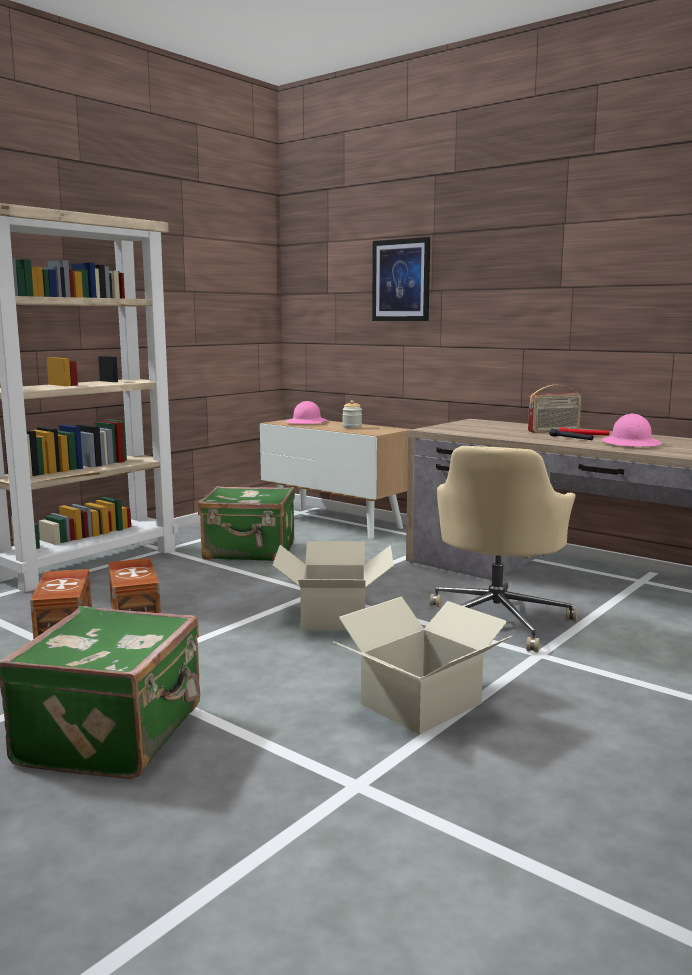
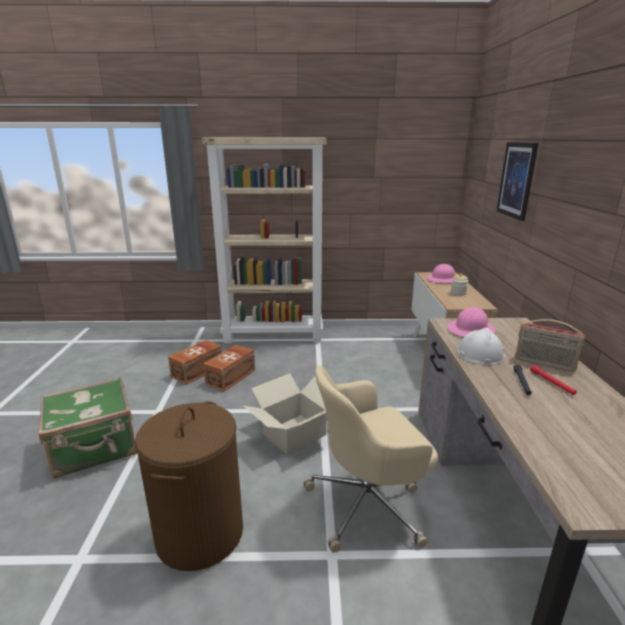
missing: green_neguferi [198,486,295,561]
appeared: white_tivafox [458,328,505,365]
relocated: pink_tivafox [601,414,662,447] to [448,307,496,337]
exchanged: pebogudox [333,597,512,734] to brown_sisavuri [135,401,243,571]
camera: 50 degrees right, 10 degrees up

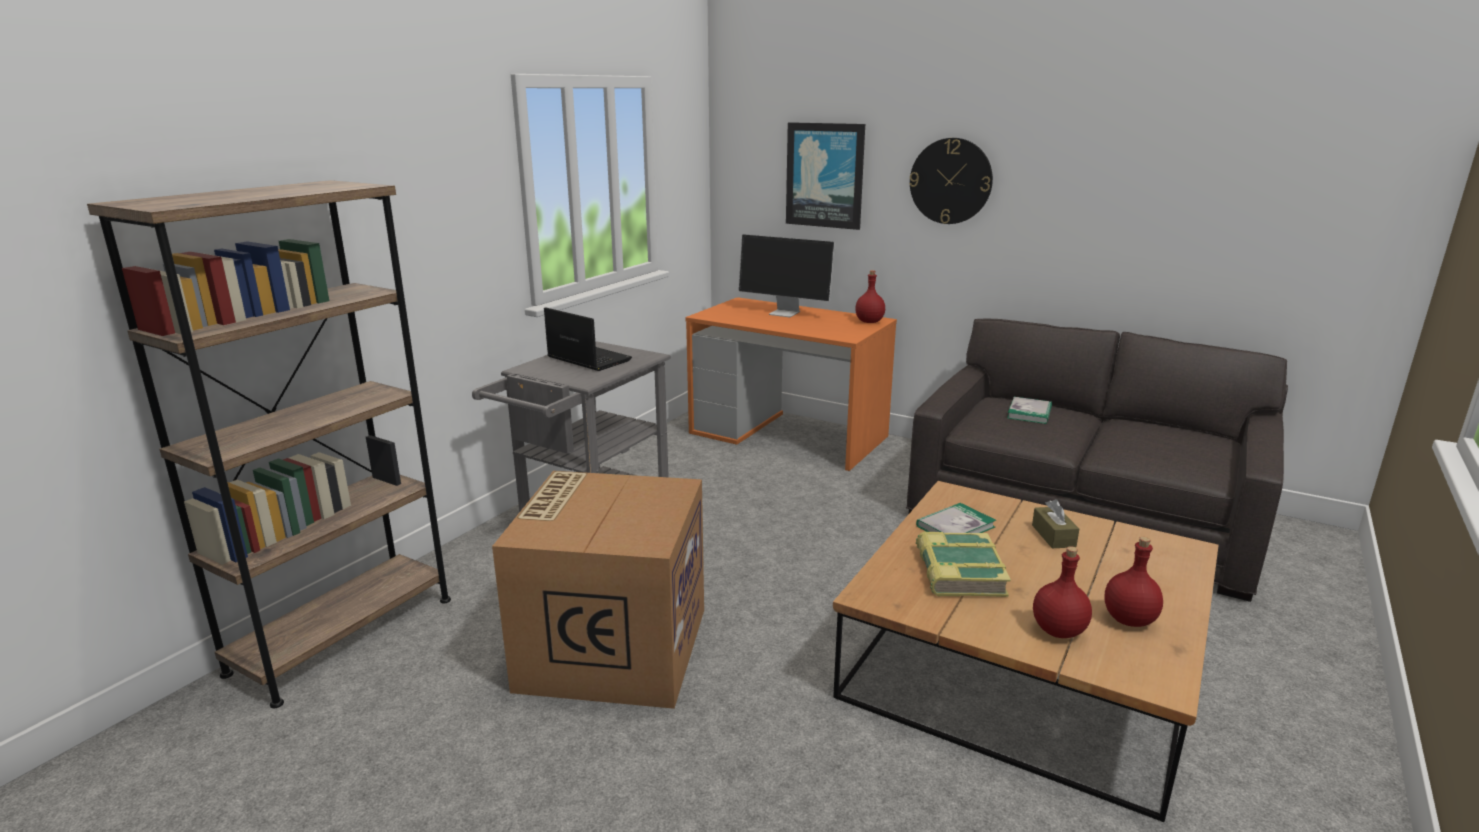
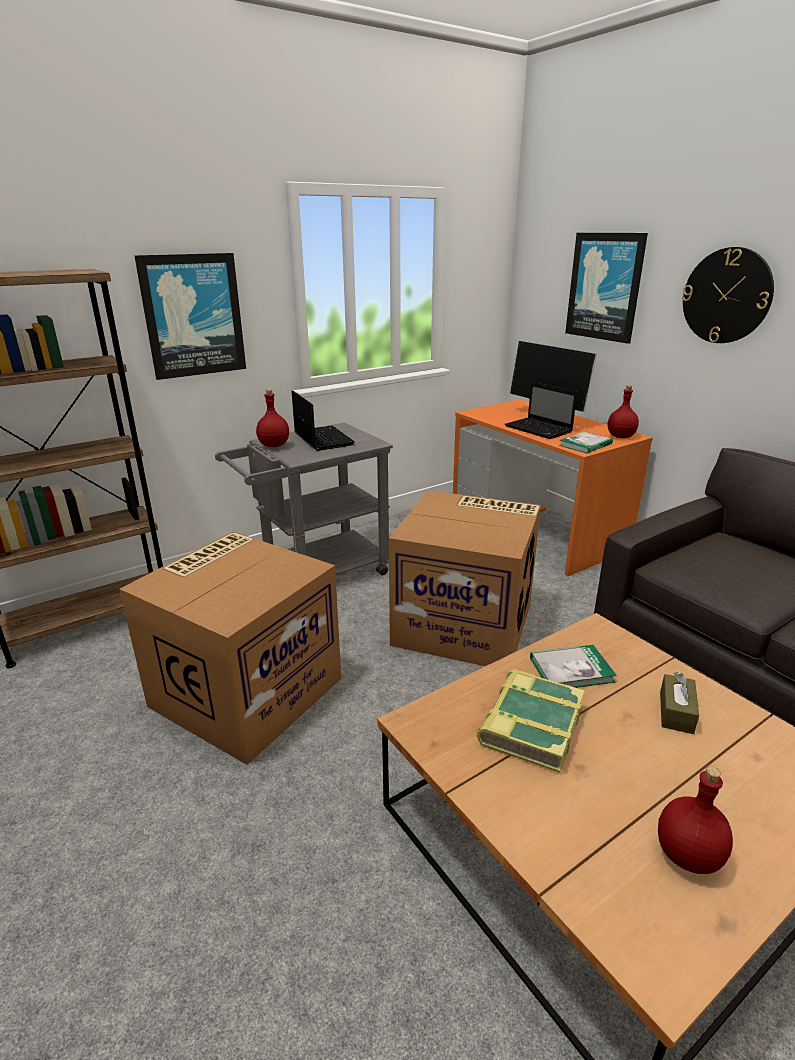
appeared: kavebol [134,253,246,380]; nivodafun [504,381,577,439]; pebogudox [389,490,541,666]
relocated: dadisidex [1007,397,1052,424] to [559,431,613,454]; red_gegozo [1033,546,1092,638] to [256,389,289,447]
camera: 25 degrees right, 5 degrees up

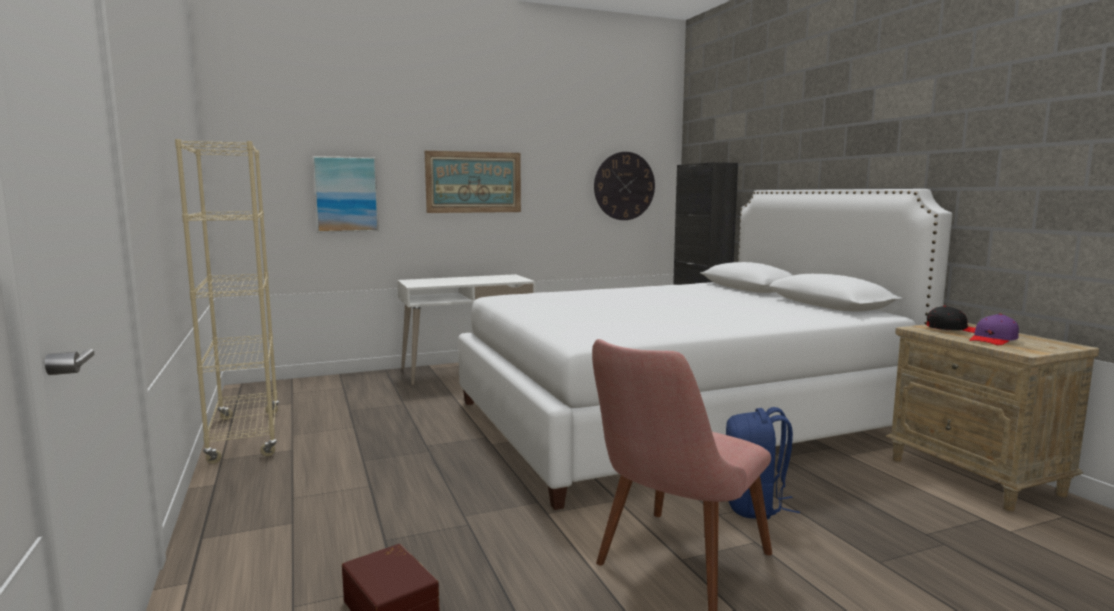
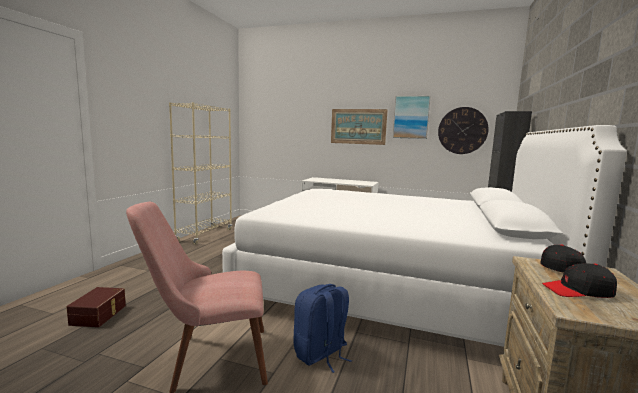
relocated: kavebol [312,156,379,232] to [393,96,430,139]
colour: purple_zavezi [969,314,1019,345] to black_zavezi [542,264,617,298]
camera: 40 degrees right, 0 degrees up

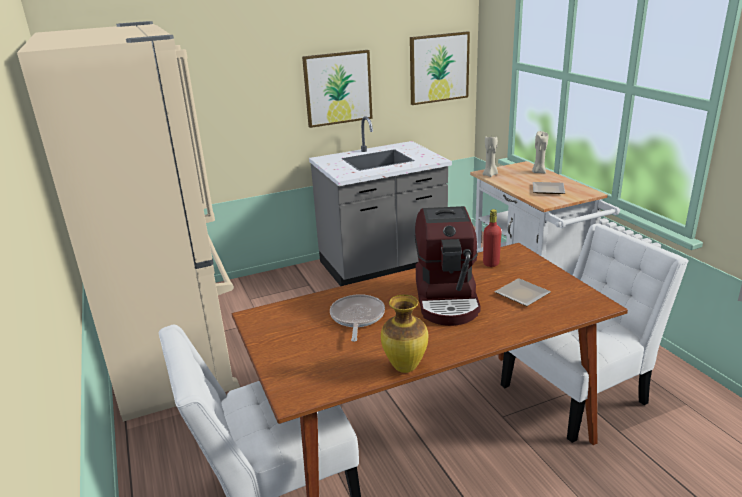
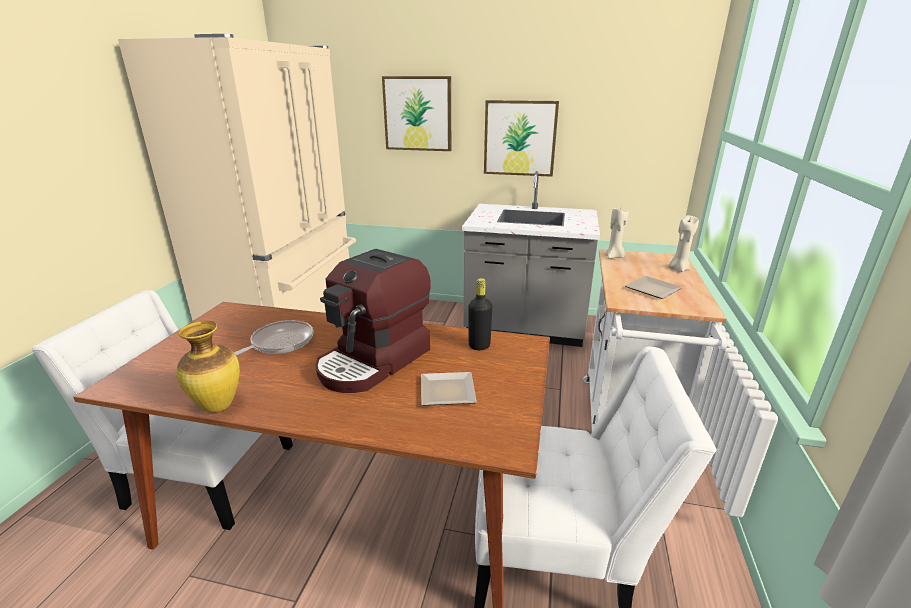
relocated: kavebol [410,31,470,105] to [382,76,451,151]
colour: red_gegozo [483,209,502,267] to black_gegozo [468,278,492,350]
camera: 35 degrees right, 0 degrees up

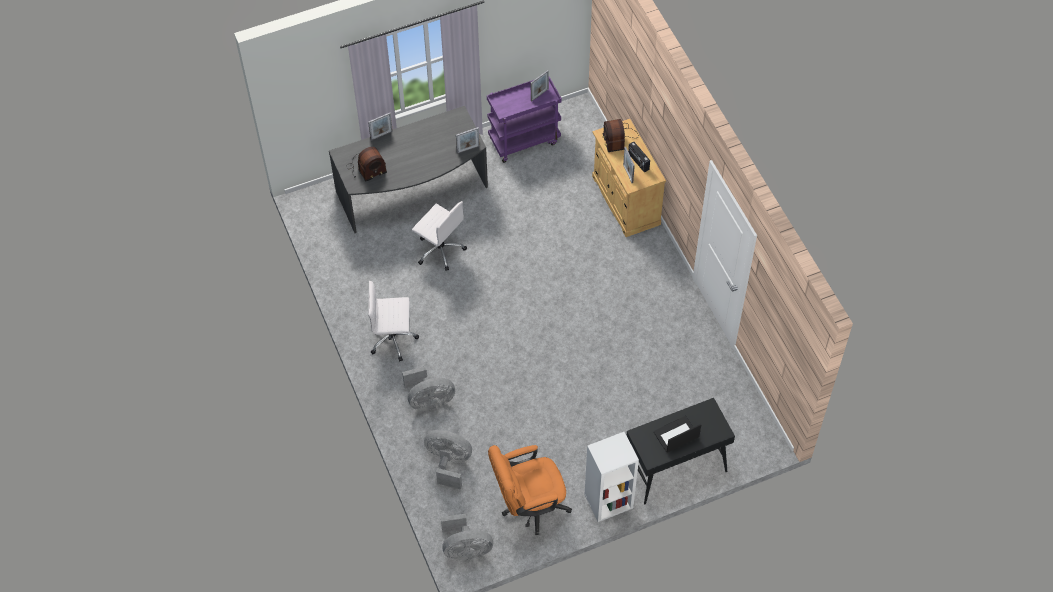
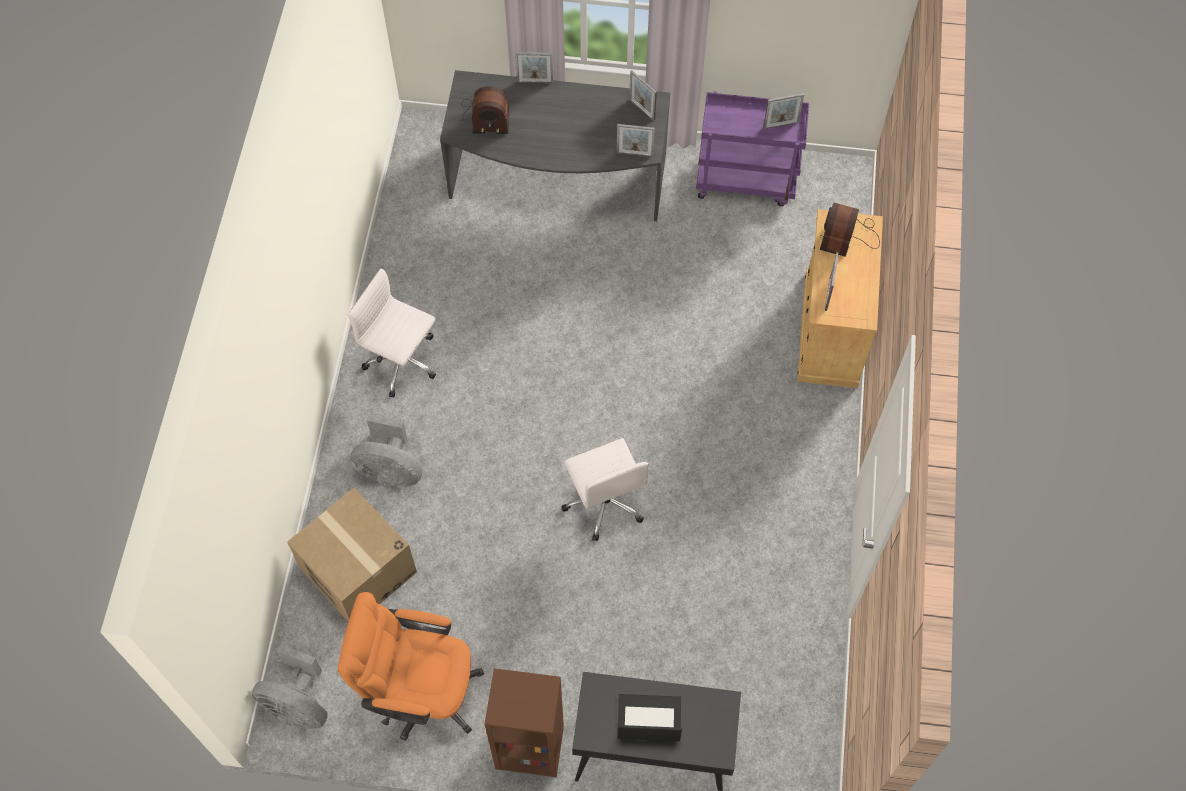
missing: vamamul [628,141,650,172]
appeared: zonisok [629,70,657,121]
relocated: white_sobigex [412,201,467,271] to [561,438,649,541]
exchanged: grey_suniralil [424,430,472,490] to pebogudox [287,488,417,622]
colour: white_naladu [585,432,639,522] to brown_naladu [485,668,564,777]
camera: 30 degrees right, 5 degrees up

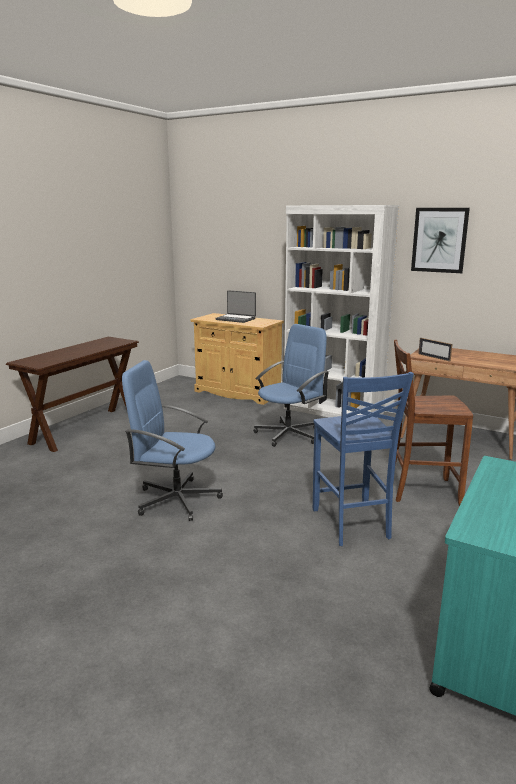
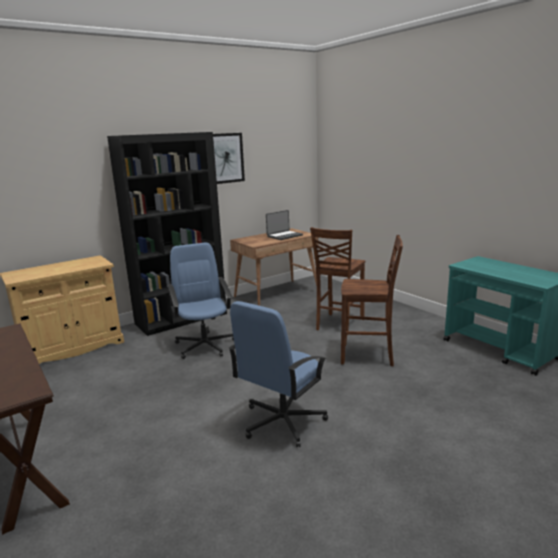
missing: zonisok [418,338,452,361]
relocated: nivodafun [215,290,256,323] to [266,210,303,240]
colour: white_naladu [284,205,399,417] to black_naladu [107,132,227,336]; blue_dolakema [313,372,414,546] to brown_dolakema [341,235,403,366]
camera: 65 degrees left, 0 degrees up

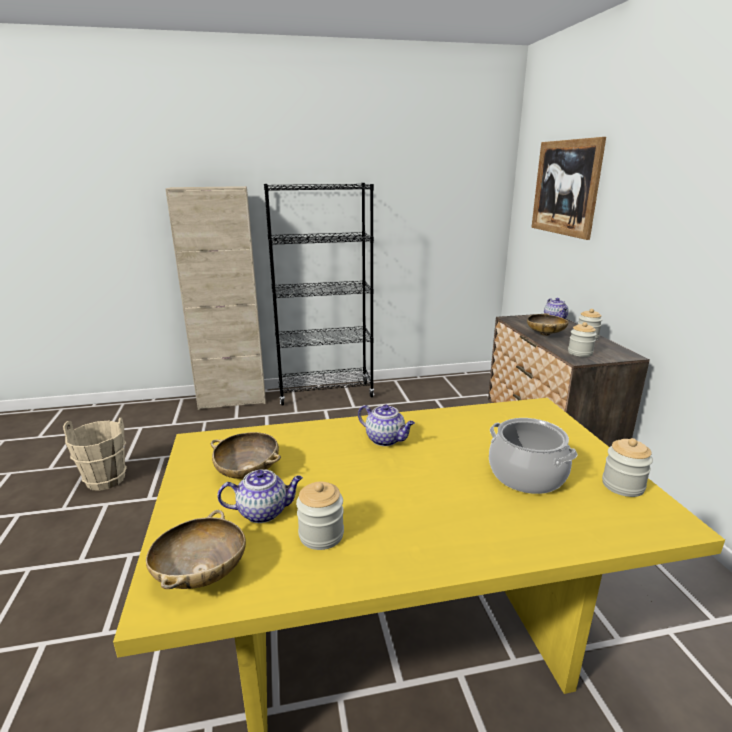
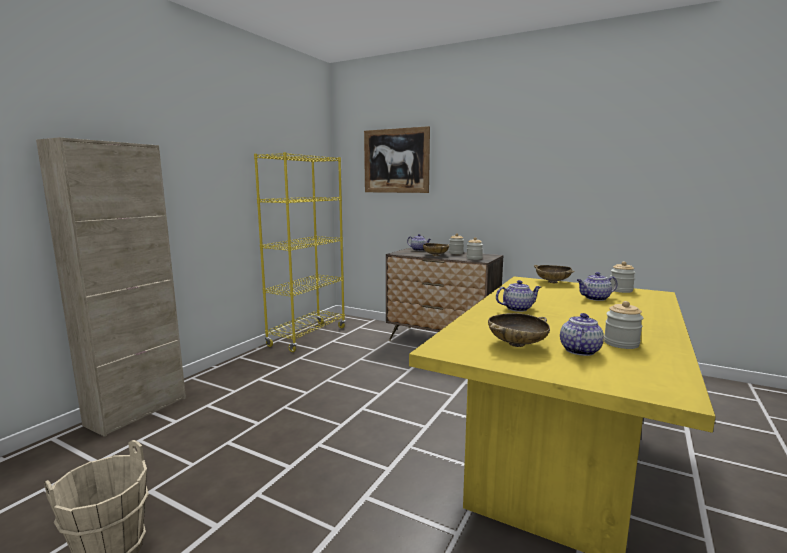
missing: black_naladu [264,183,374,406]
appeared: yellow_naladu [254,152,346,352]
relocated: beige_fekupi [146,510,246,589] to [534,265,575,283]
exchanged: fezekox [489,418,578,494] to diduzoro [577,272,618,301]
camera: 50 degrees left, 10 degrees down

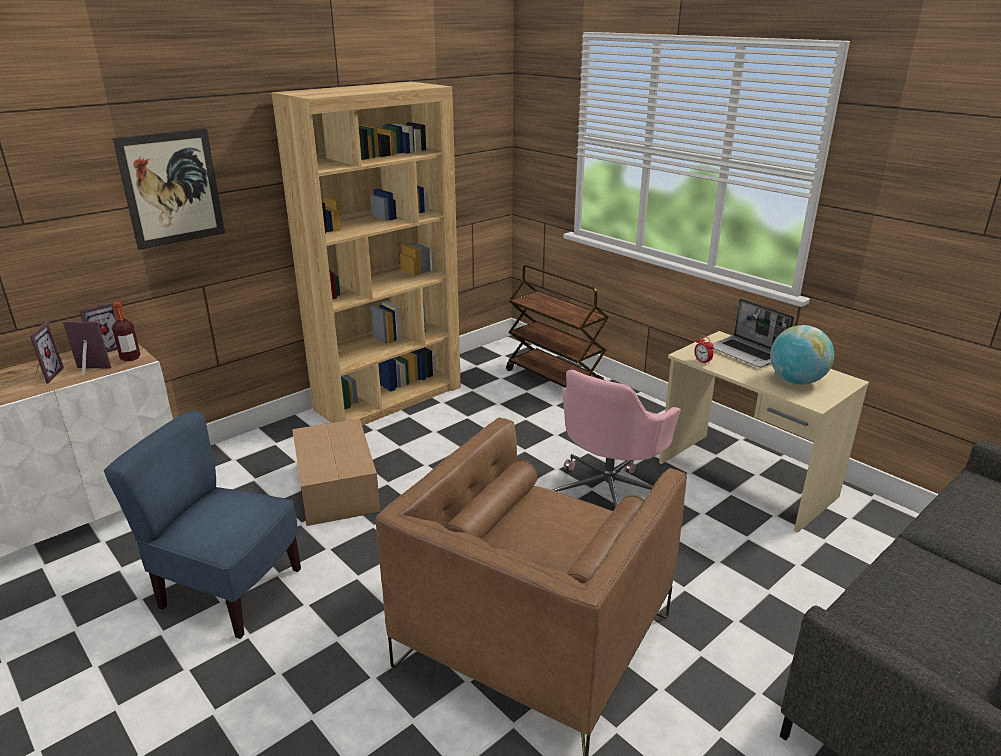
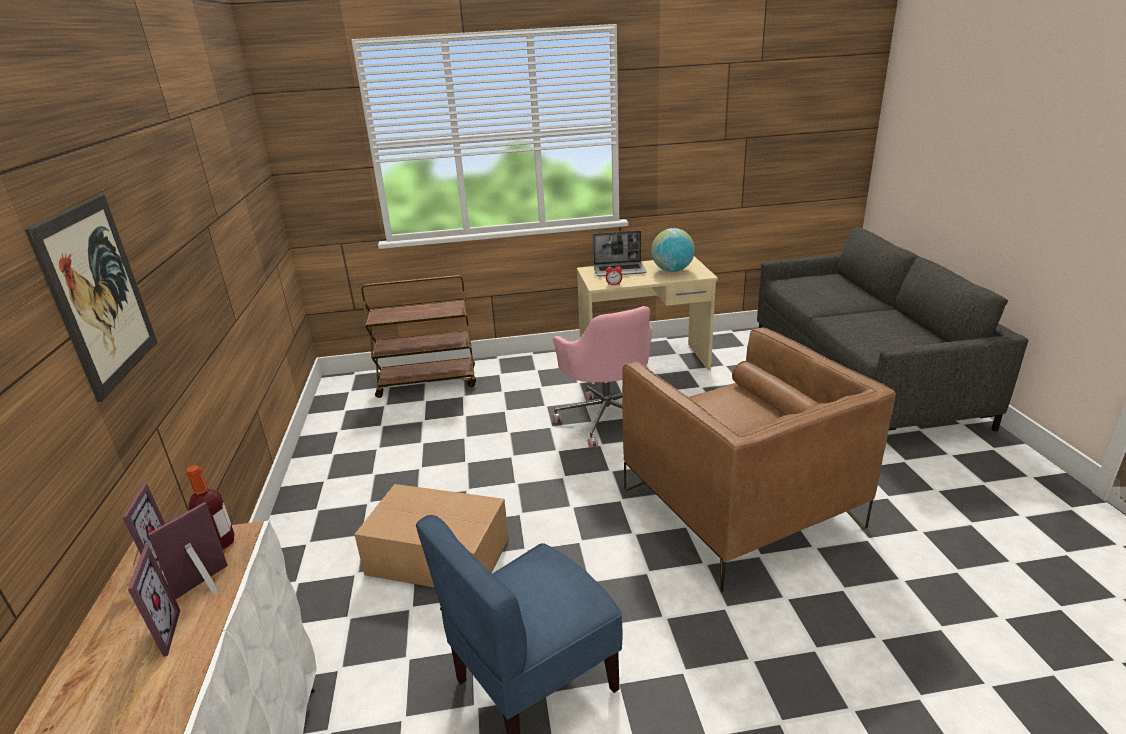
missing: brown_naladu [271,82,461,426]
spun: zonisok [29,321,64,383] = [128,545,180,657] 45 degrees clockwise
camera: 55 degrees left, 0 degrees up

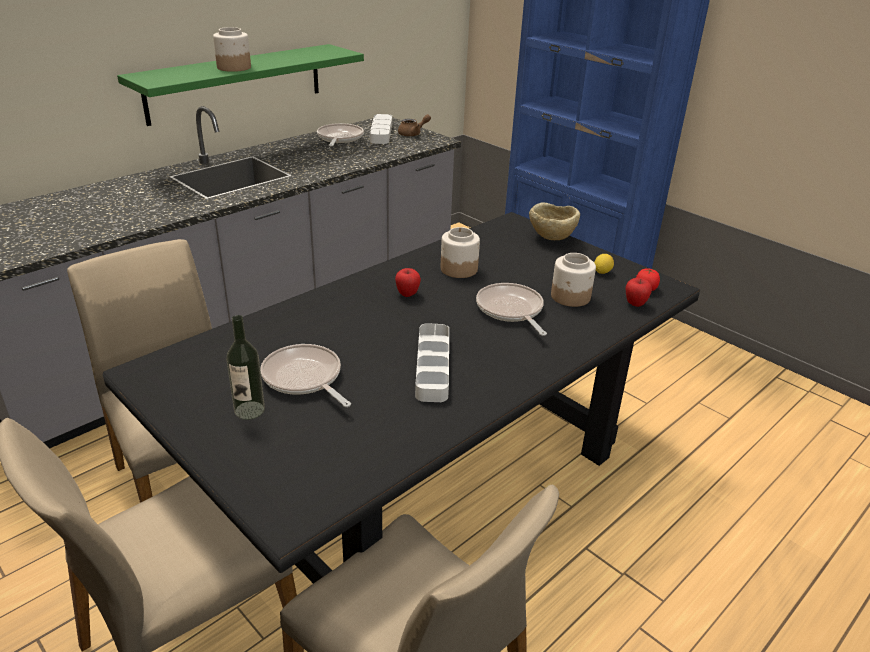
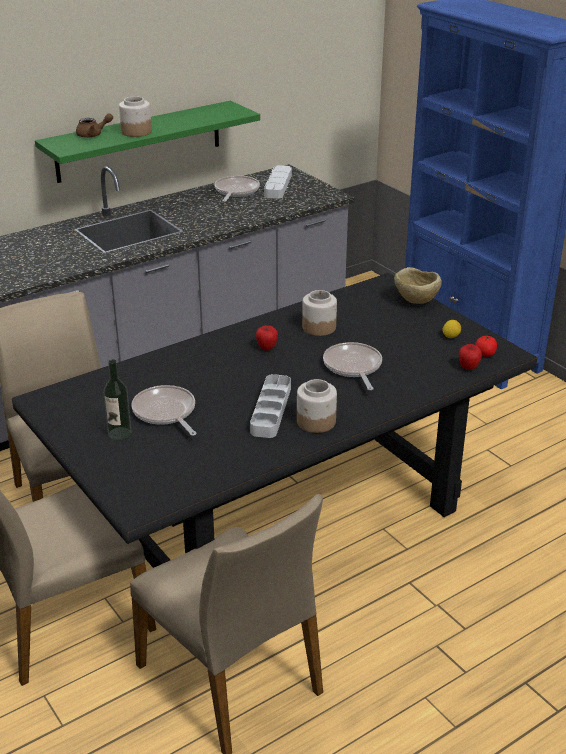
relocated: brown_diduzoro [398,114,431,137] to [76,113,113,138]; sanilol [551,253,596,307] to [297,379,337,433]
camera: 10 degrees right, 0 degrees up

